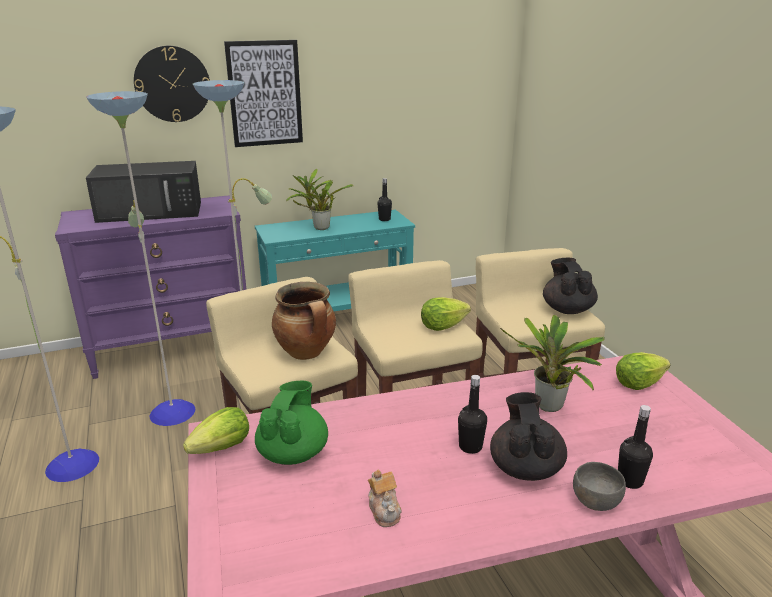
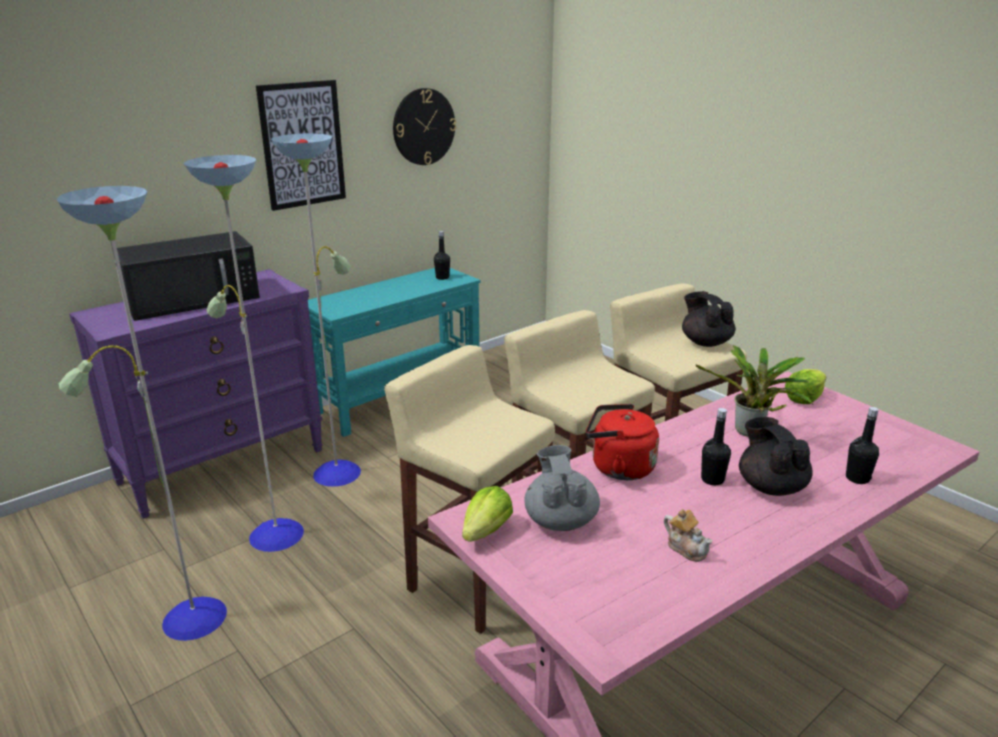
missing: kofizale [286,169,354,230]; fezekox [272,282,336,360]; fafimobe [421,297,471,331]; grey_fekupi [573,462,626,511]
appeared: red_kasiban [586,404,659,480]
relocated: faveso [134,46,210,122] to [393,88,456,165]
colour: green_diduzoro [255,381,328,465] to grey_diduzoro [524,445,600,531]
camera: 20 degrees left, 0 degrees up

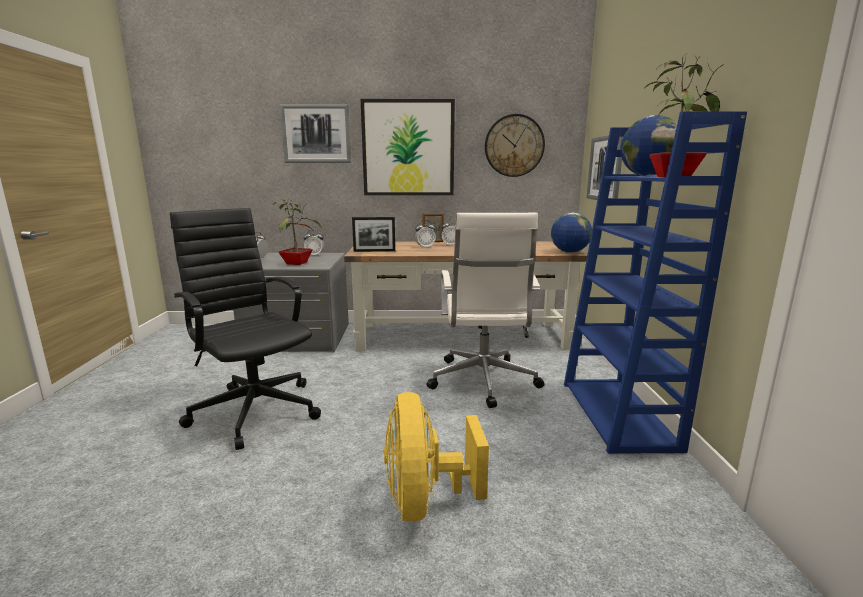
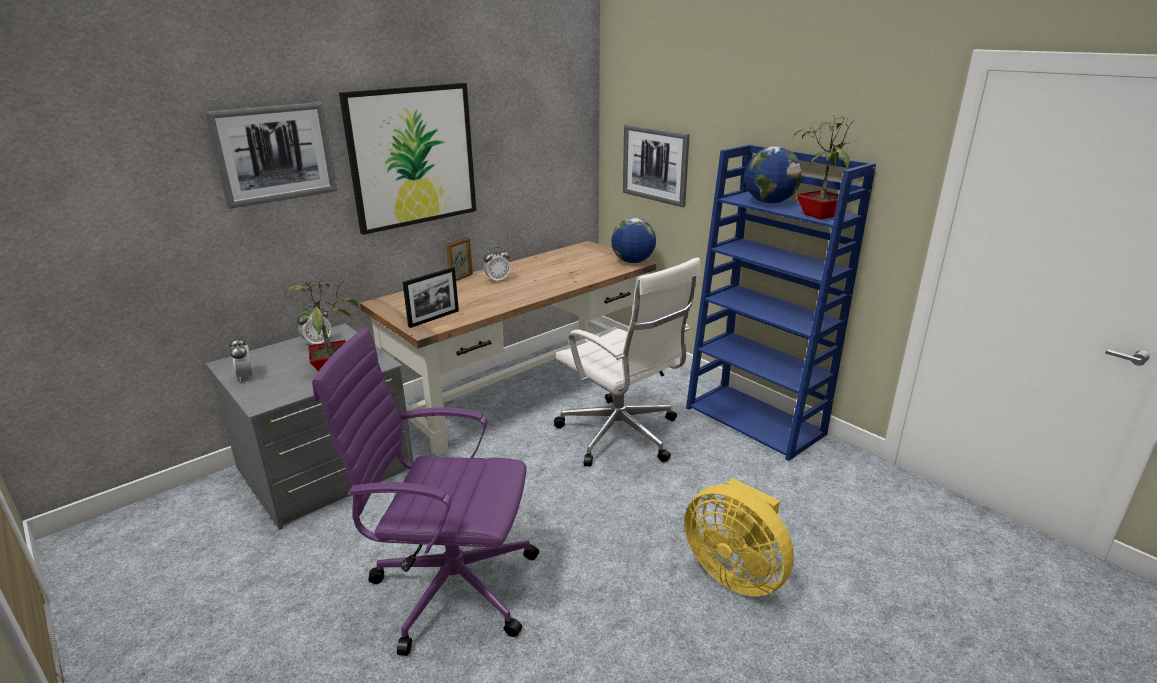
missing: faveso [485,114,545,177]; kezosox [415,220,436,248]
colour: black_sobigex [170,208,321,450] to purple_sobigex [312,328,539,656]
camera: 40 degrees left, 10 degrees up

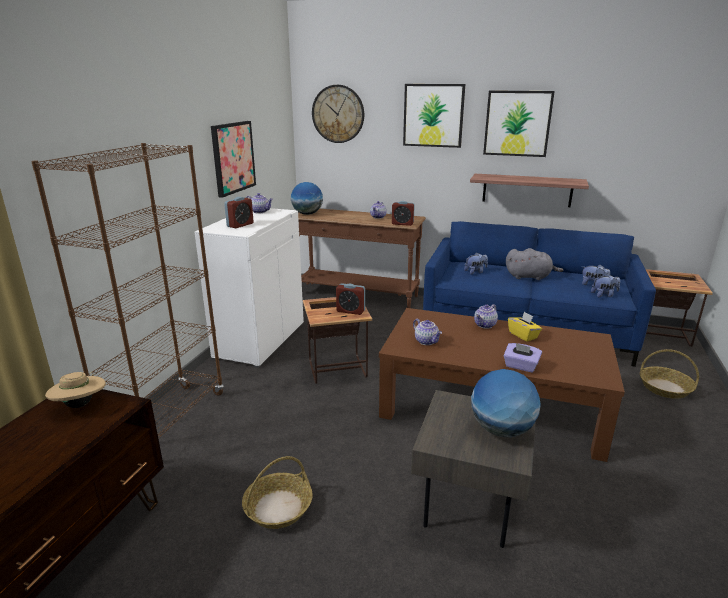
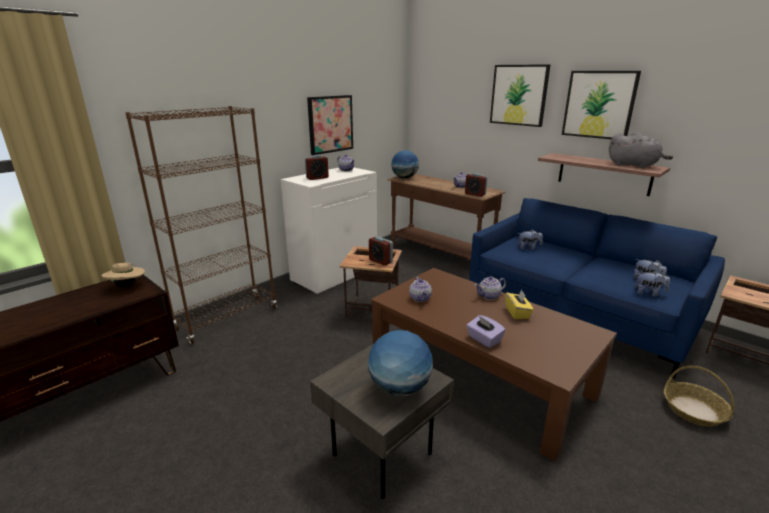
missing: faveso [312,85,364,143]; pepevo [242,456,313,529]
relocated: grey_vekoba [506,248,563,280] to [609,132,673,168]
camera: 25 degrees right, 0 degrees up

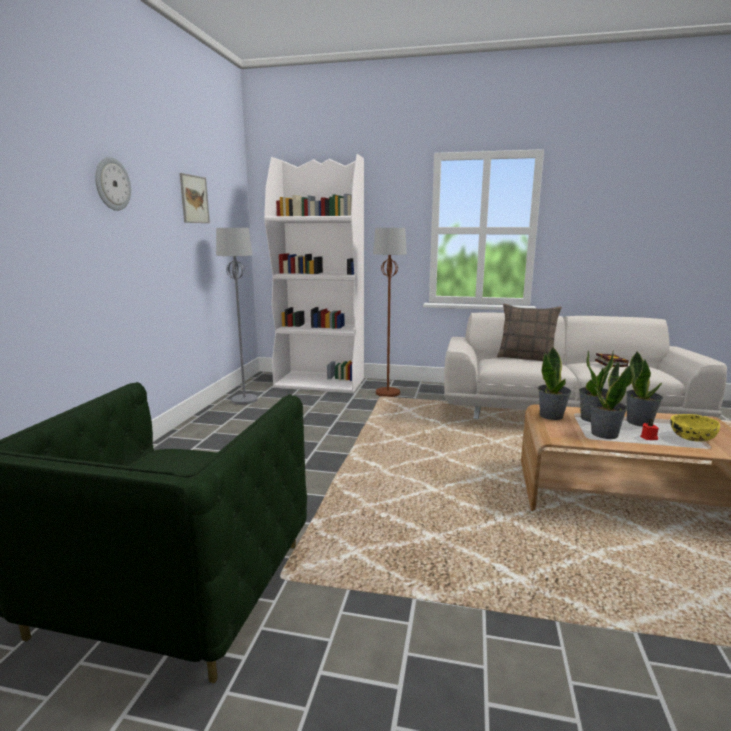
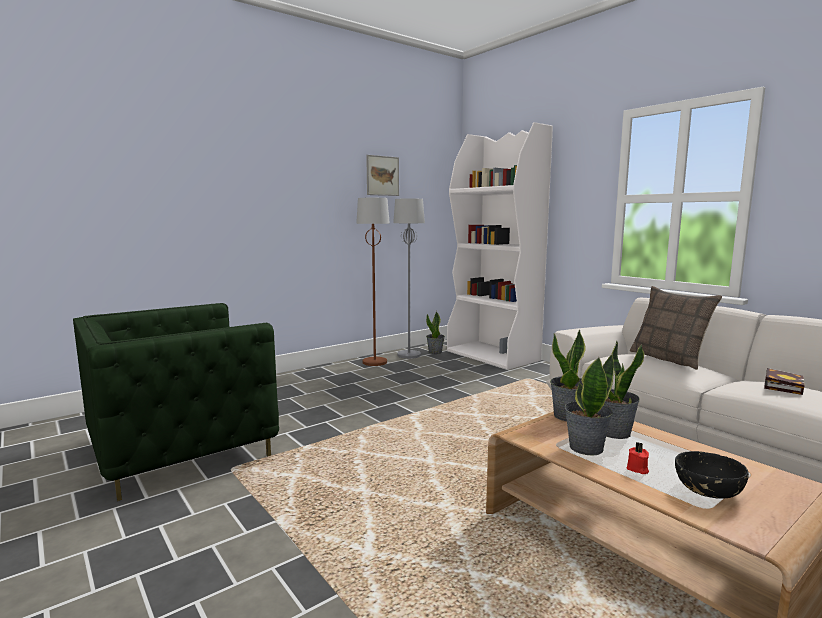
missing: faveso [95,157,131,211]
relocated: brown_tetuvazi [373,228,407,397] to [356,198,390,366]; kofizale [626,351,663,427] to [426,311,445,354]
colour: yellow_fekupi [670,414,720,442] to black_fekupi [675,451,749,499]
camera: 40 degrees right, 5 degrees down

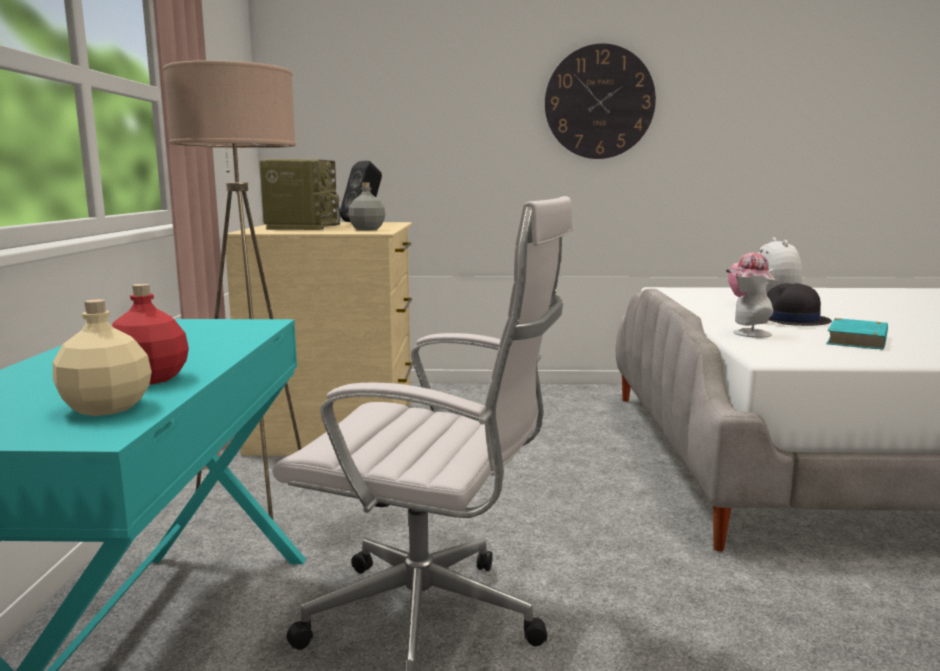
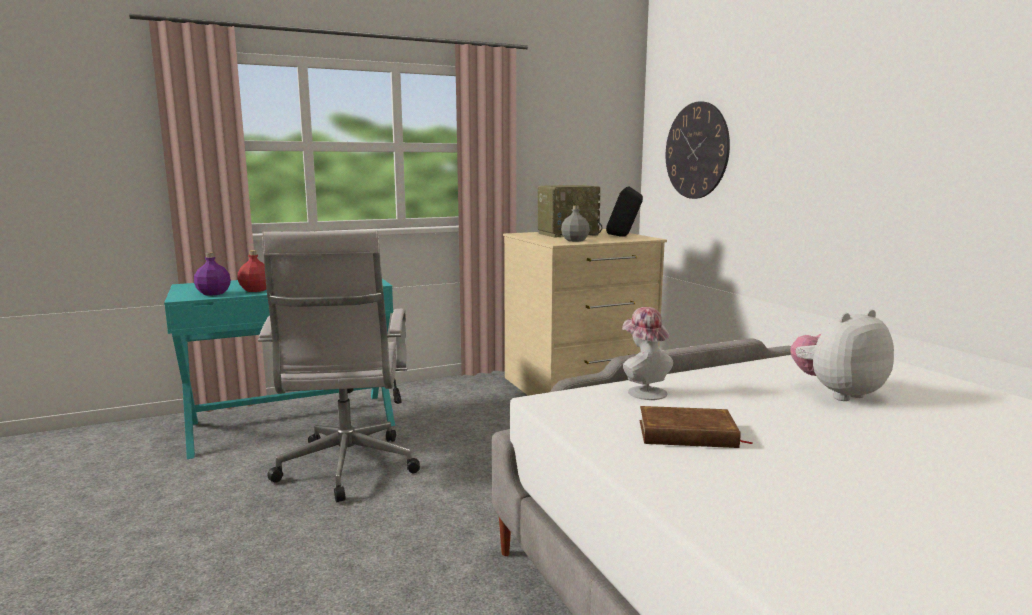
missing: beige_tetuvazi [163,60,302,520]; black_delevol [767,283,832,326]
relocated: faveso [545,43,656,159] to [666,102,730,199]
colour: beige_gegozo [53,299,152,416] to purple_gegozo [194,253,231,296]; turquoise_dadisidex [826,318,888,350] to brown_dadisidex [640,406,753,448]
camera: 65 degrees right, 0 degrees up

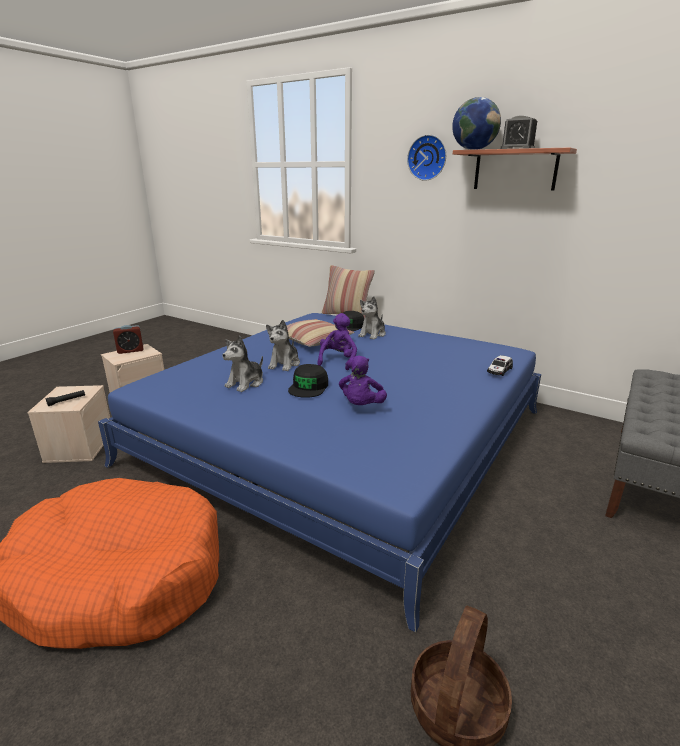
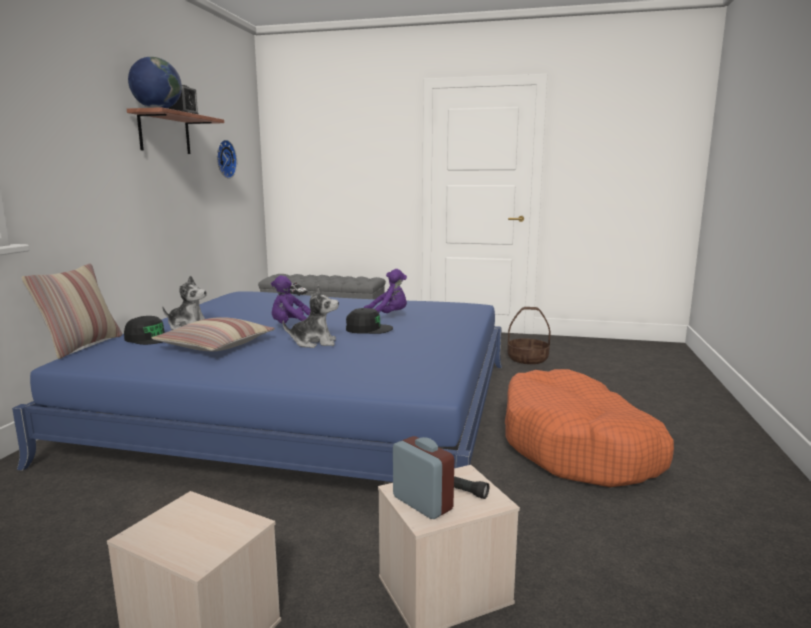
missing: vekoba [222,336,263,392]
relocated: faveso [407,135,446,181] to [217,140,237,179]; kezosox [113,325,143,354] to [393,436,454,519]
camera: 110 degrees left, 10 degrees down

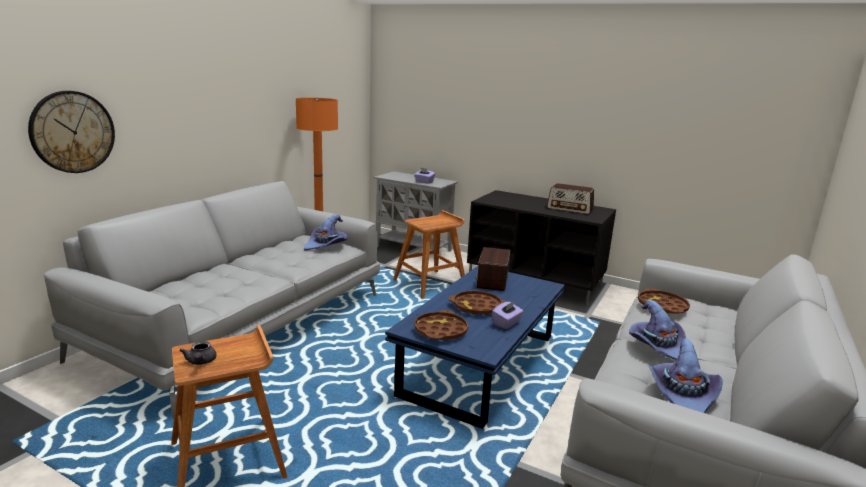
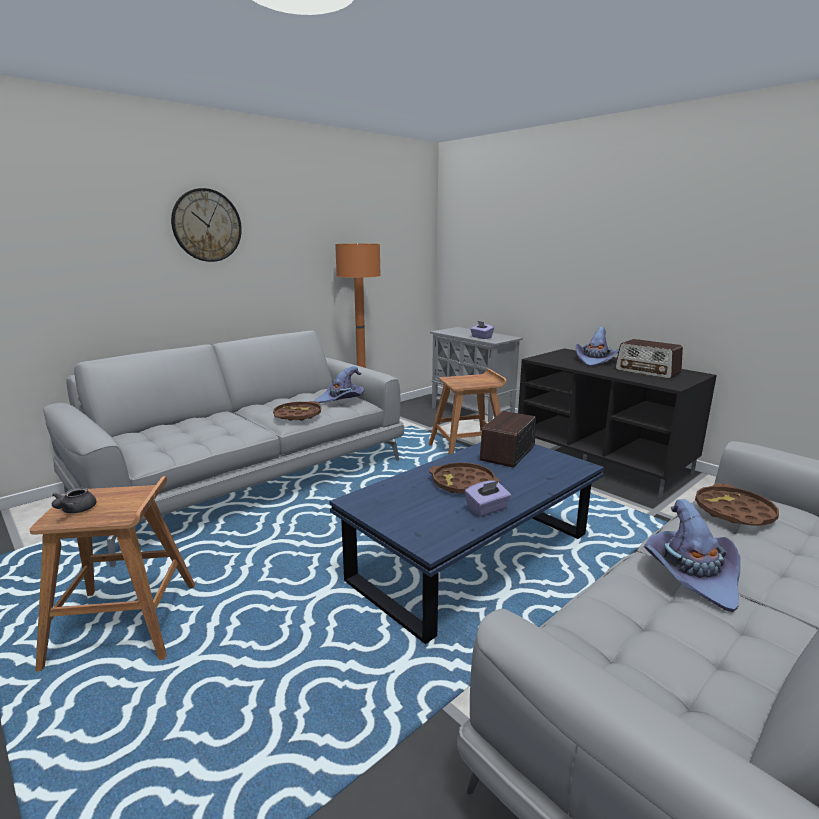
relocated: faveso [28,91,115,173] to [171,188,242,262]; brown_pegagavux [414,310,468,340] to [273,401,321,421]; purple_delevol [649,338,723,413] to [576,327,619,367]
camera: 20 degrees right, 0 degrees up

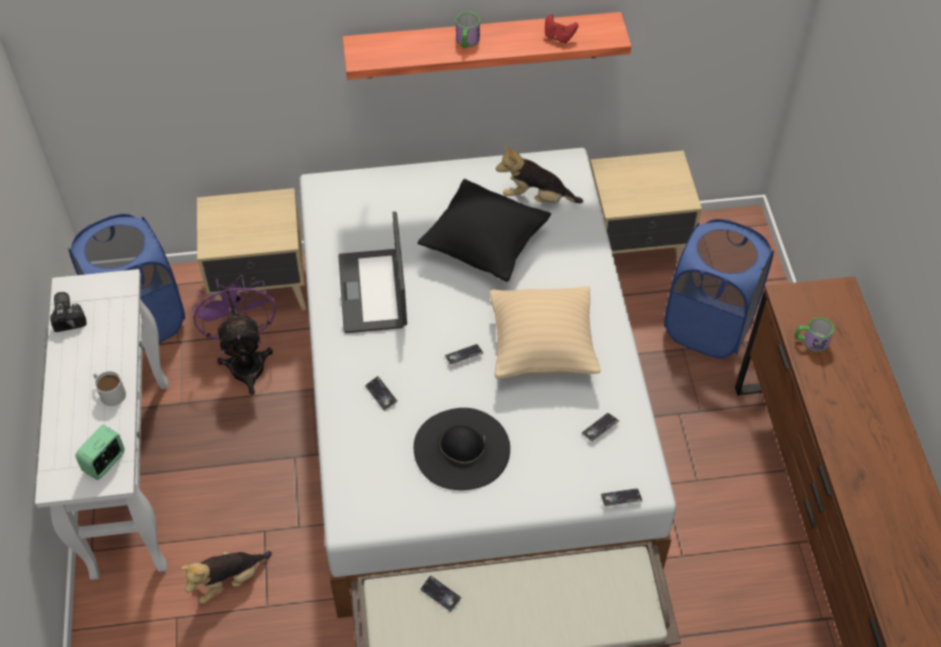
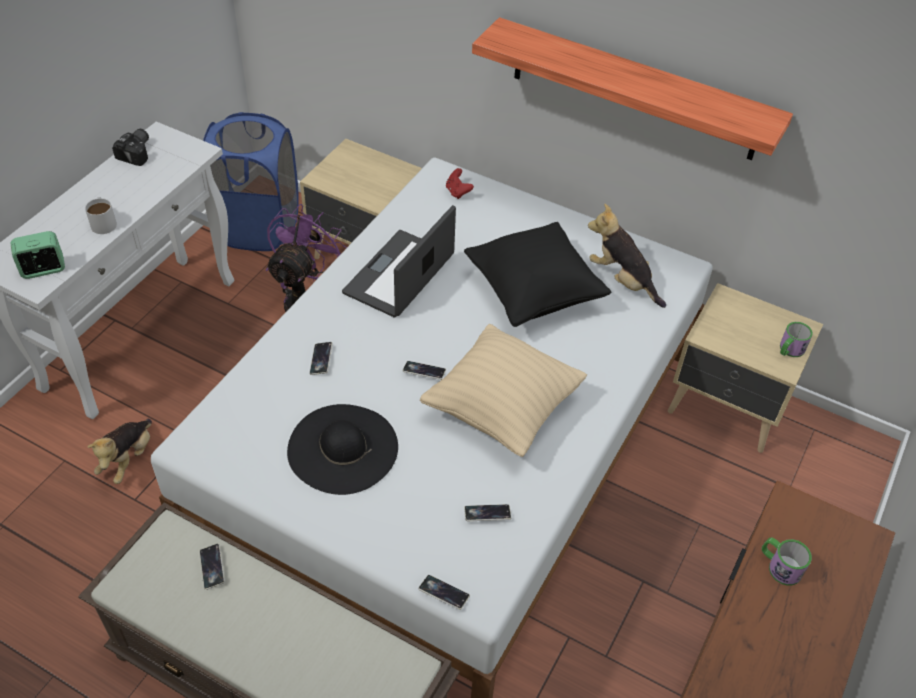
missing: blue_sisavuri [664,219,774,359]
relocated: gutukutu [456,12,480,48] to [780,322,813,357]; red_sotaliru [545,14,578,43] to [446,168,474,199]
spun: vekoba [181,551,272,603] = [88,419,152,484] 75 degrees counterclockwise
camera: 35 degrees right, 5 degrees down

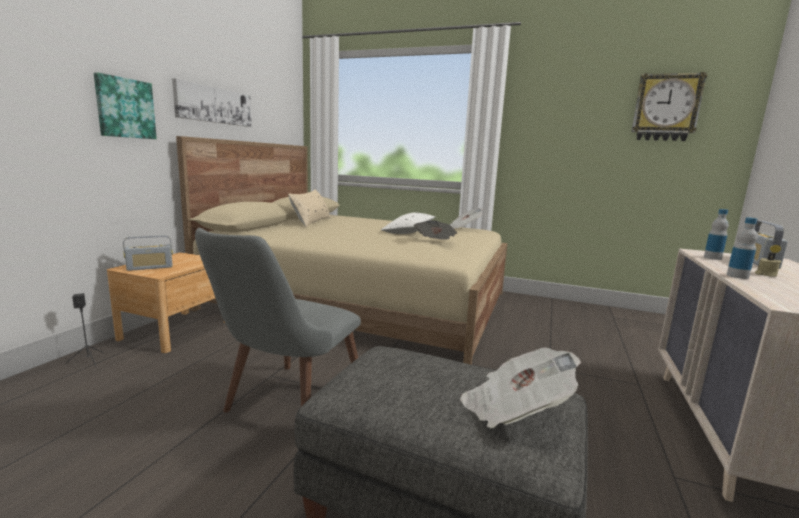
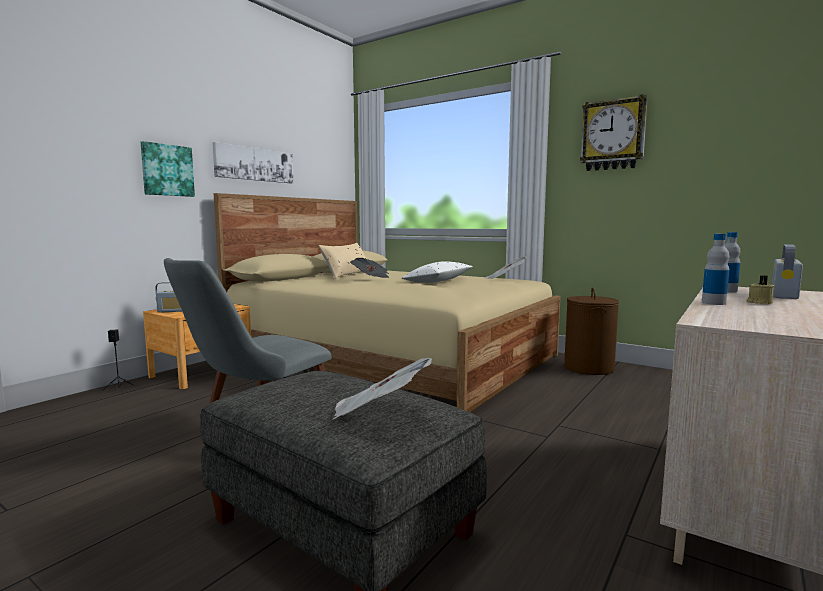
appeared: brown_sisavuri [564,288,619,375]
relocated: faveso [632,72,708,141] to [580,94,648,171]; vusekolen [414,220,457,240] to [350,258,389,278]
camera: 15 degrees right, 5 degrees down

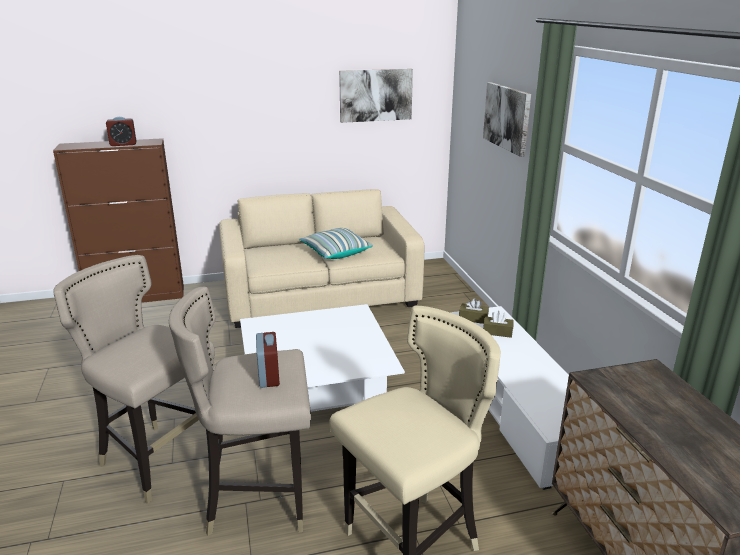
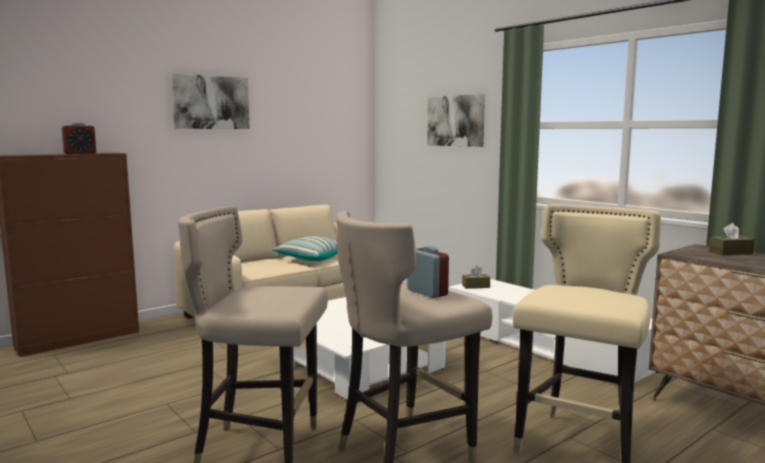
relocated: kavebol [339,69,413,123] to [171,74,250,129]; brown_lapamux [483,310,514,338] to [709,223,754,255]
camera: 25 degrees left, 15 degrees down

